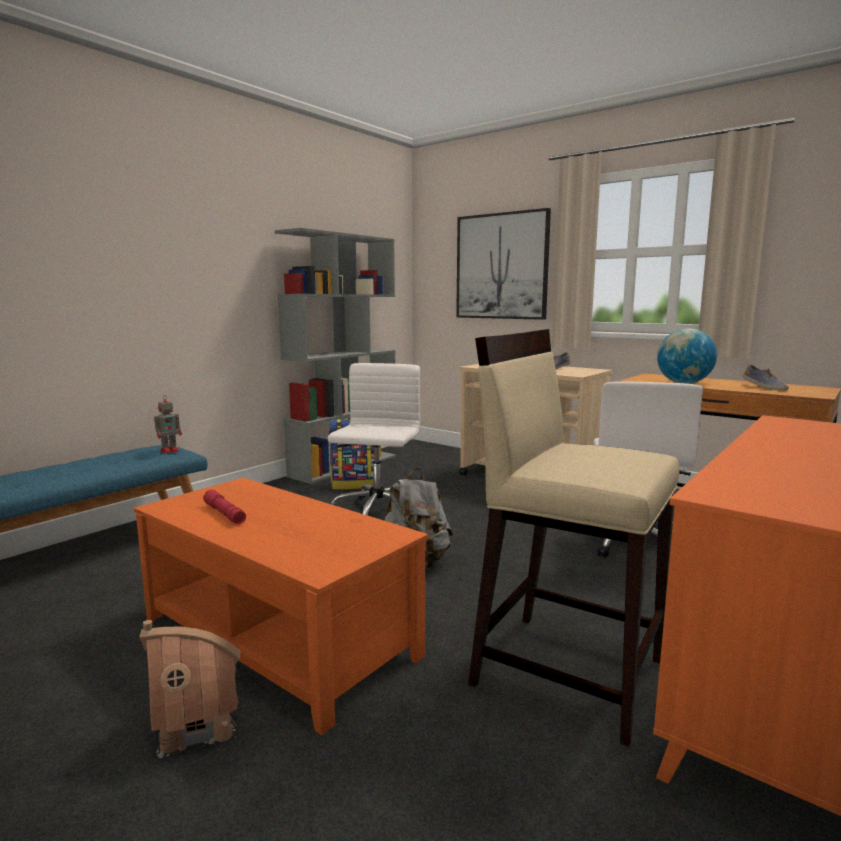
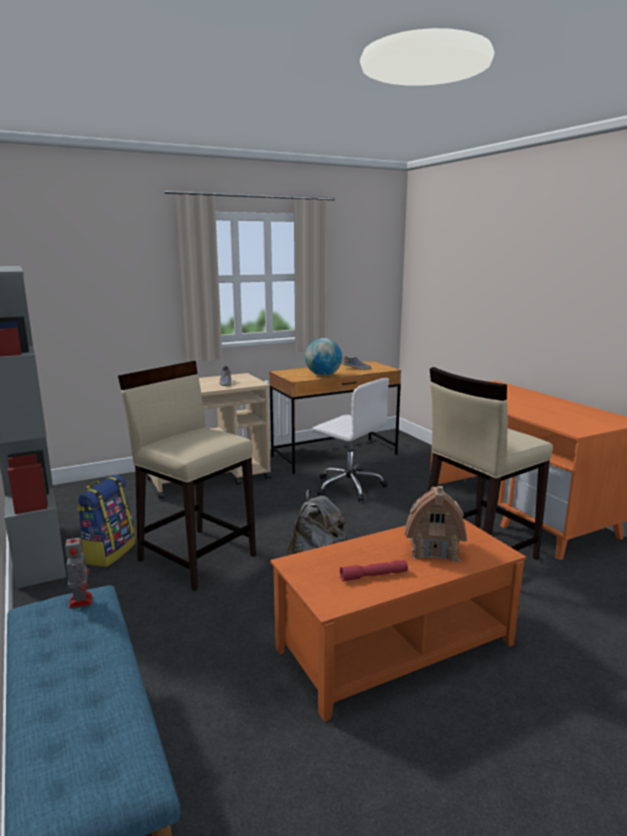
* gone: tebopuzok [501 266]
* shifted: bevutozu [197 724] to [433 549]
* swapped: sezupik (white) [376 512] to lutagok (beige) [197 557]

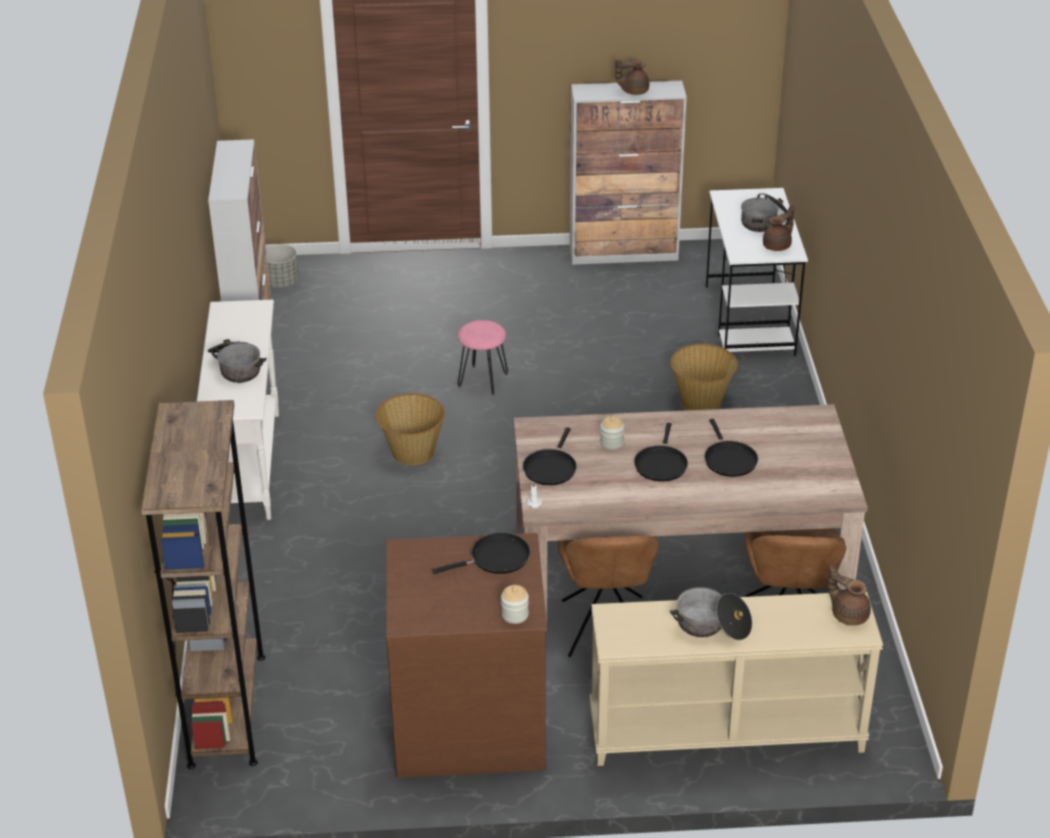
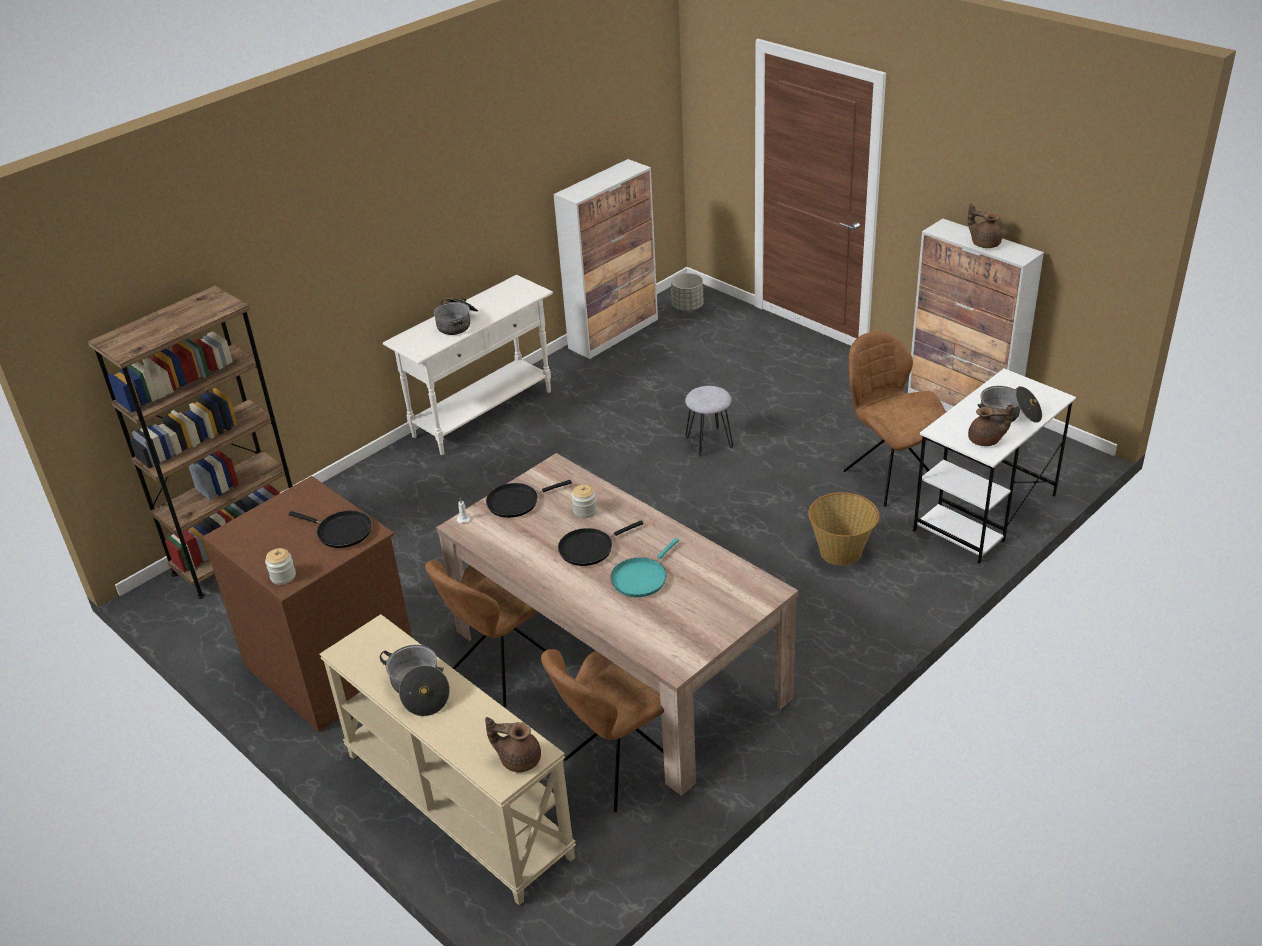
* gone: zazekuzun [412 452]
* new: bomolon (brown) [889 475]
* repainted: lutagok (pink) [483 380] to lutagok (grey) [709 442]
* repainted: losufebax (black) [729 459] to losufebax (turquoise) [641 578]
* rotated: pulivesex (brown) [848 614] = [518 759] 75 degrees counterclockwise

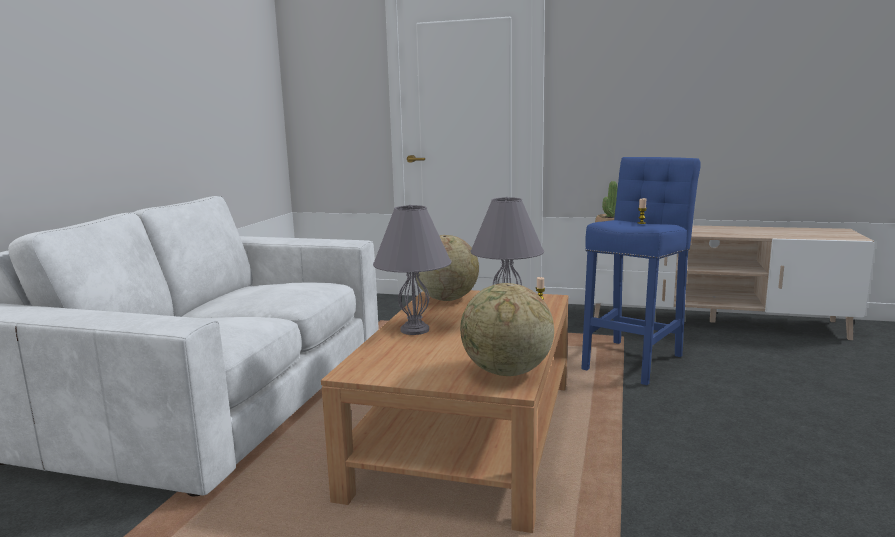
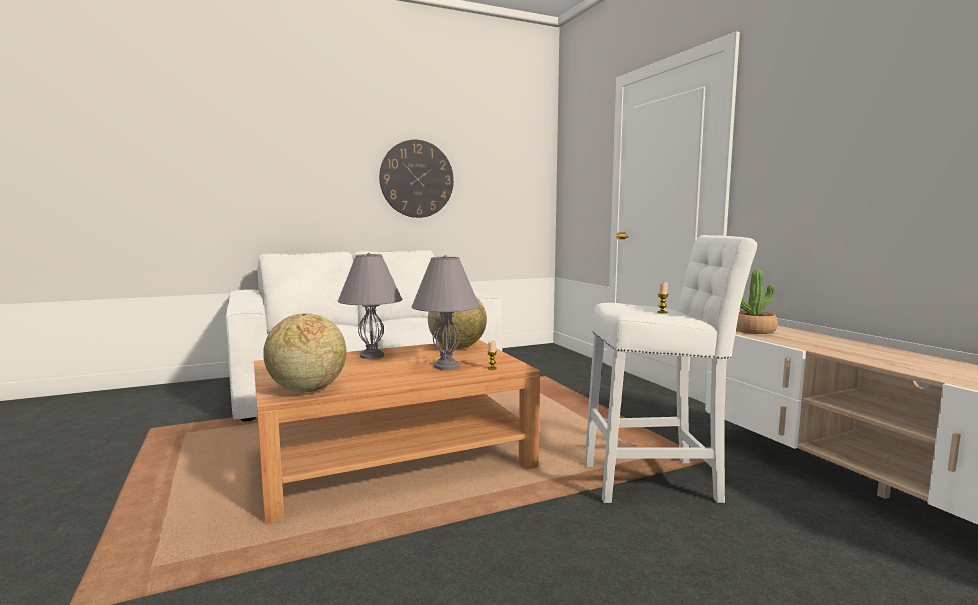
* new: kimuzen [417 179]
* repainted: lutagok (blue) [634 360] to lutagok (white) [657 482]

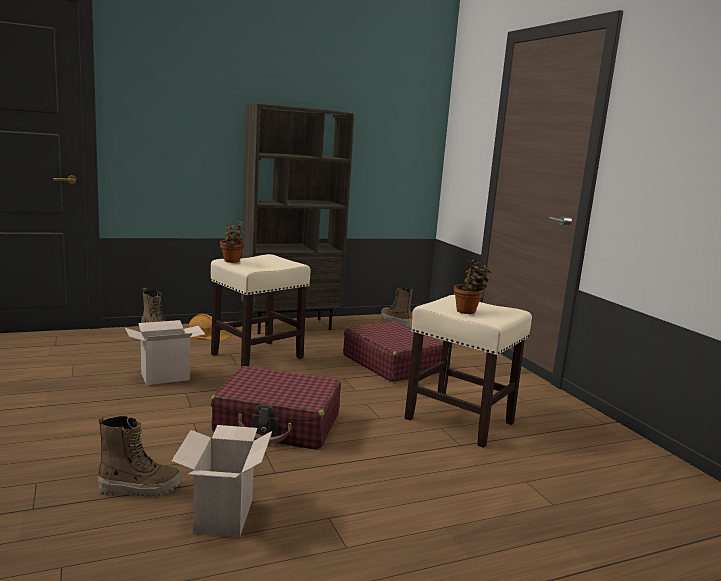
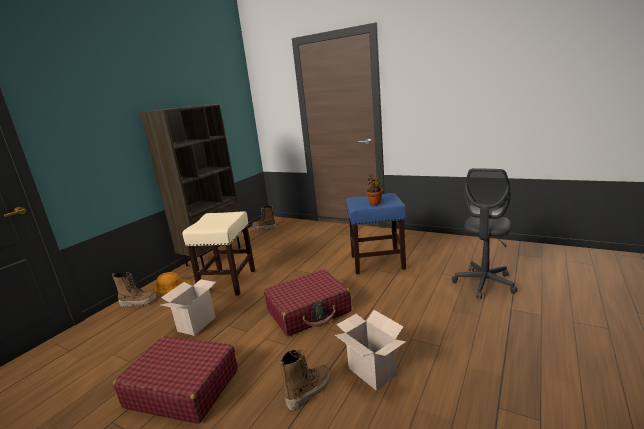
* gone: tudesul [232 261]
* new: sezupik (grey) [484 283]
* shifted: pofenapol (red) [391 363] to [182 388]
* repainted: lutagok (beige) [461 421] to lutagok (blue) [378 262]

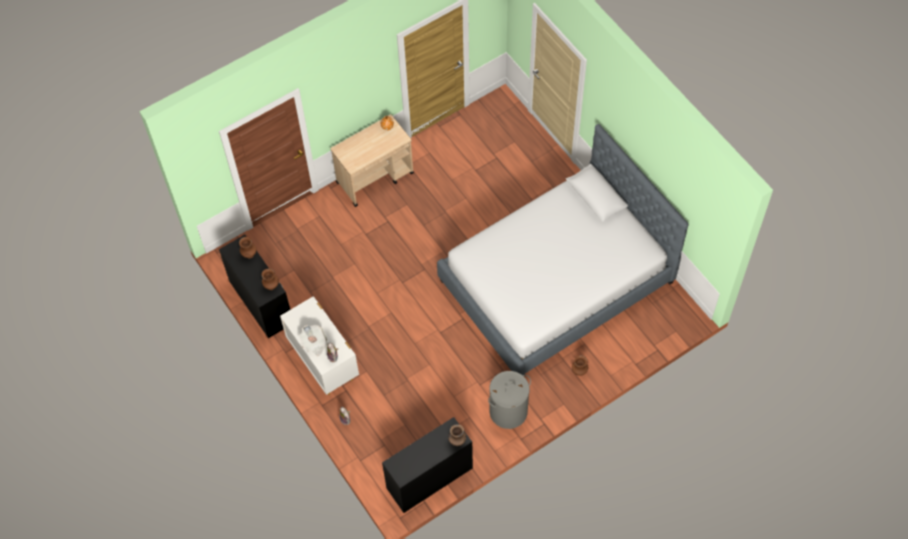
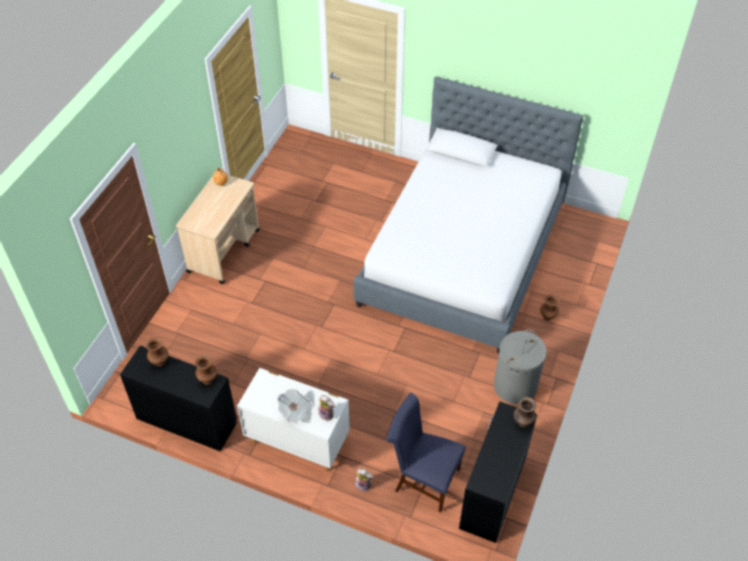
* new: bomolon (blue) [423 479]

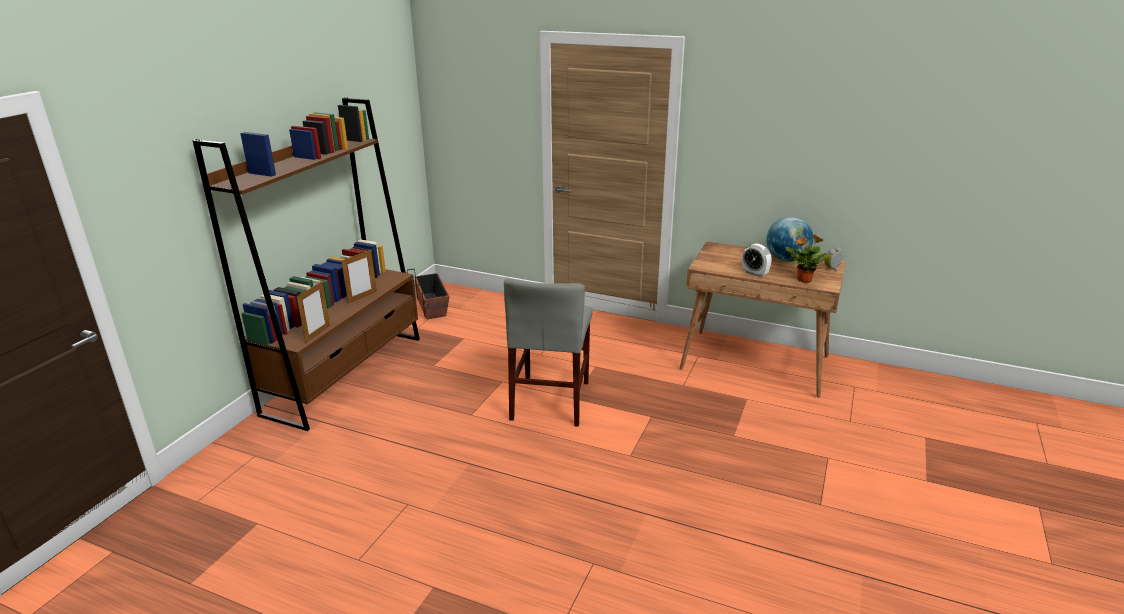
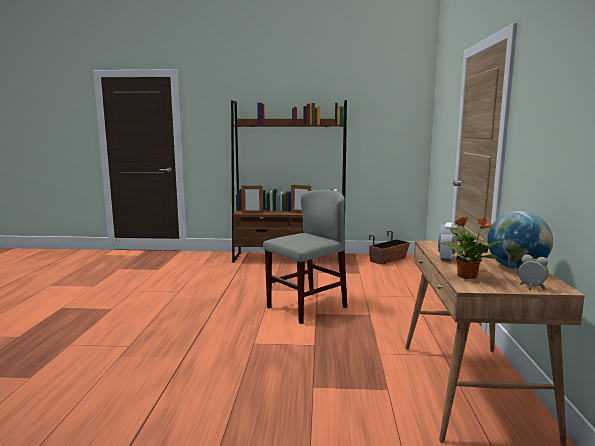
* rotated: bomolon (grey) [550 400] = [306 307] 150 degrees clockwise

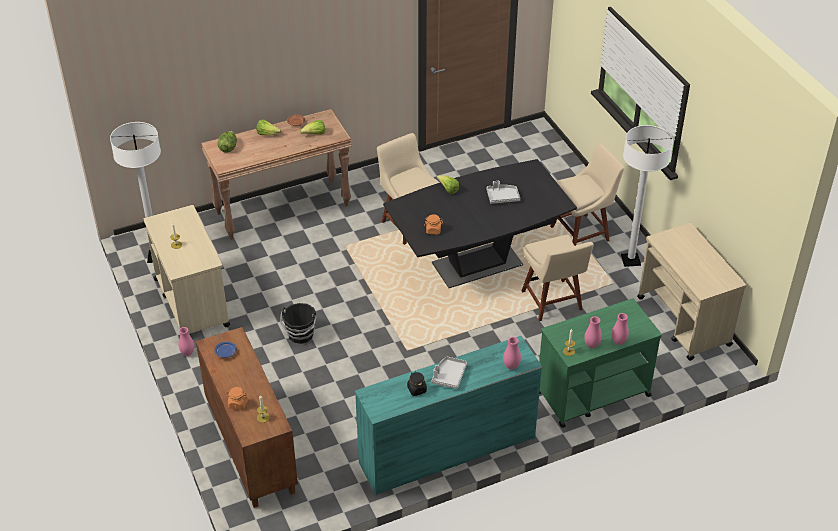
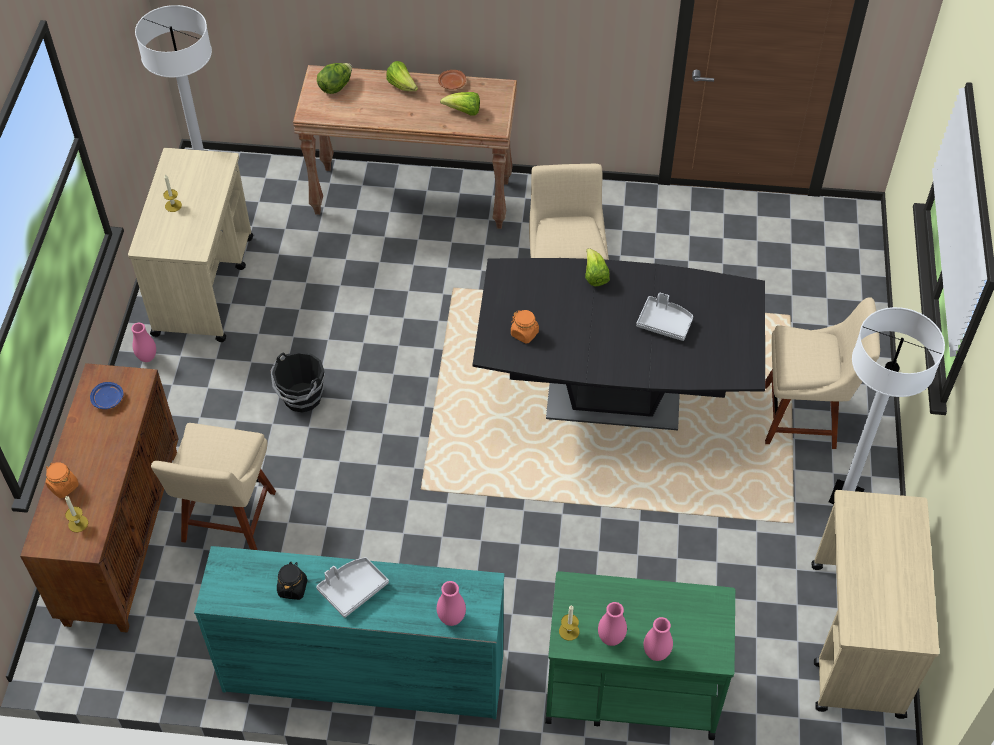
* shifted: bomolon (beige) [553 302] to [227 521]

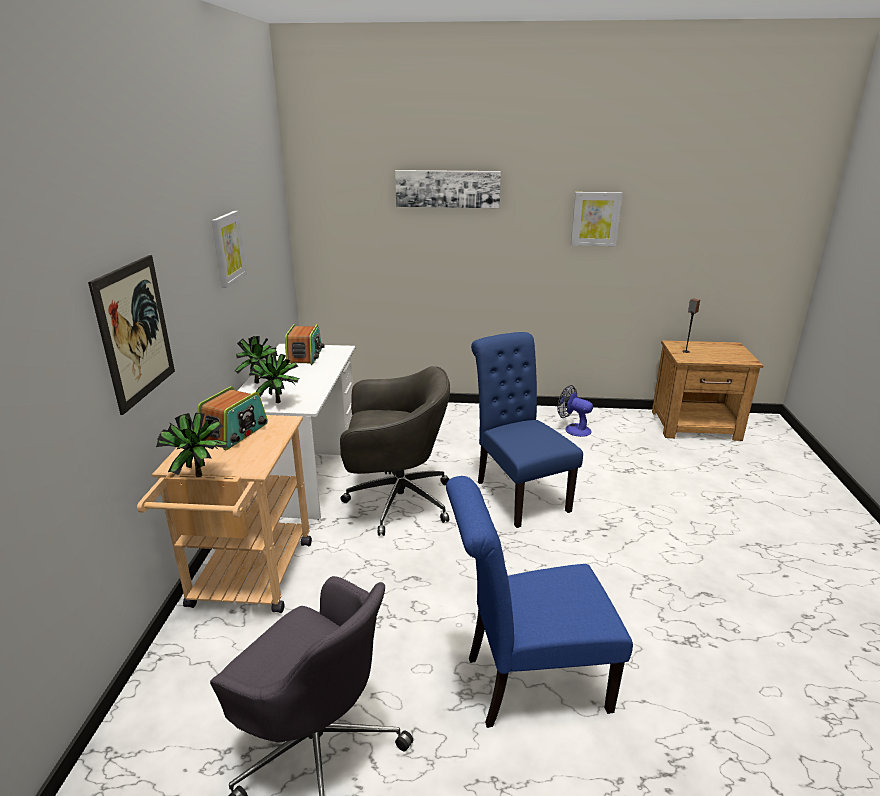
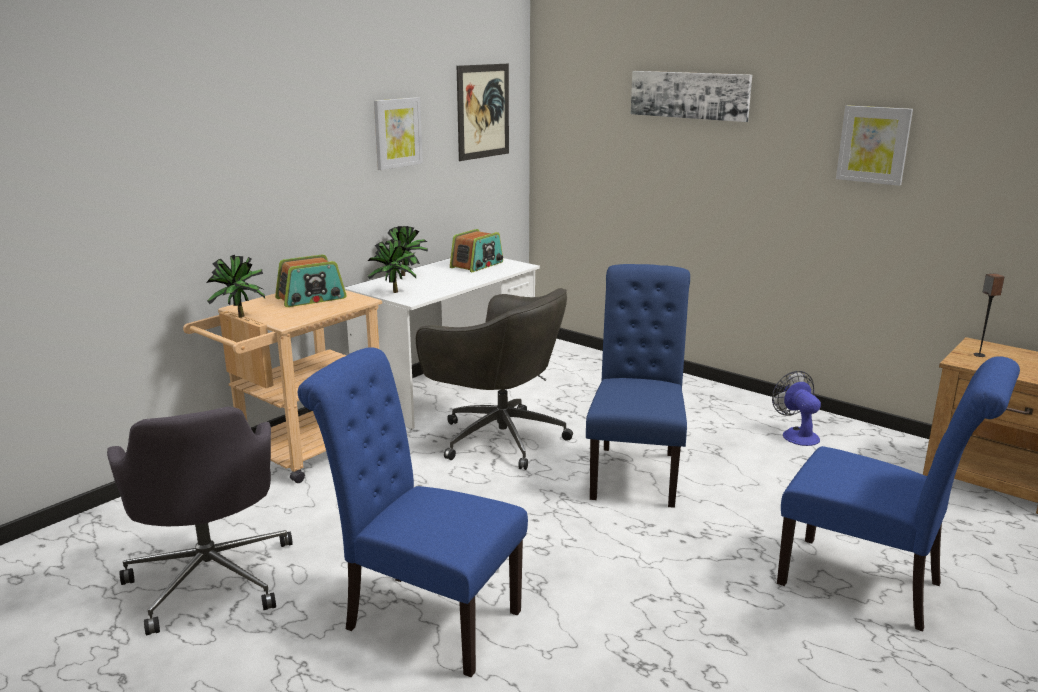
* new: bomolon (blue) [870 586]
* shifted: tebopuzok [135 332] to [483 111]

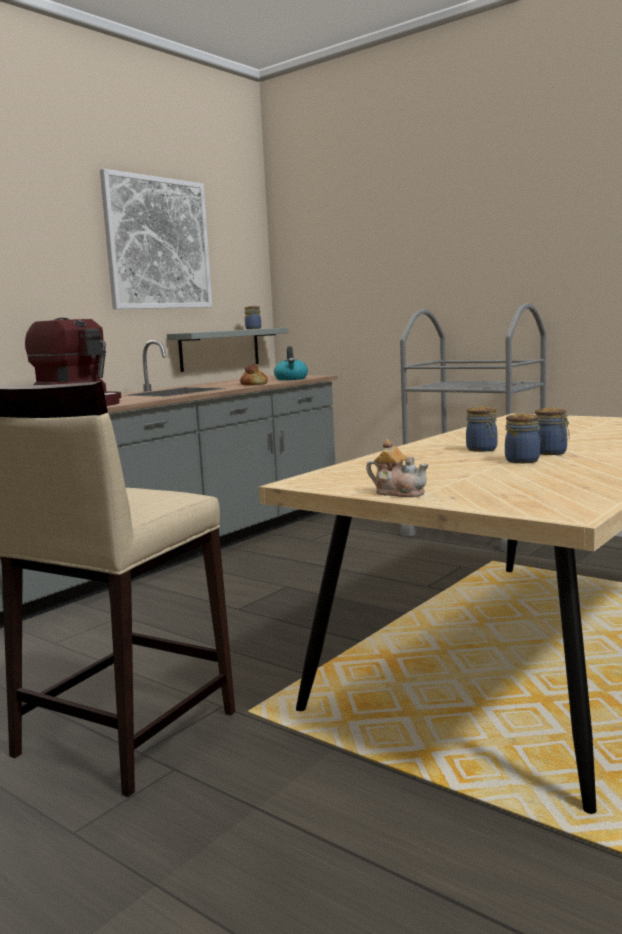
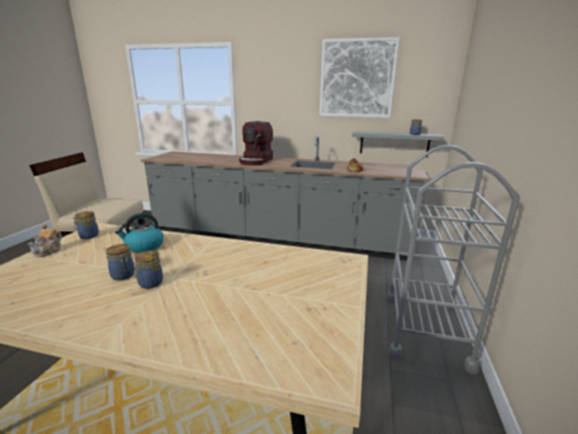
* shifted: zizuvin [291 379] to [144 246]
* shifted: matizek [482 449] to [88 236]

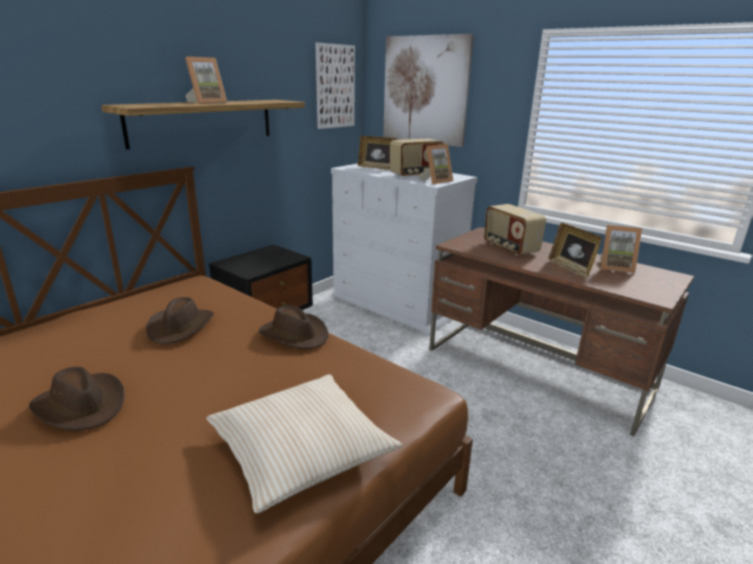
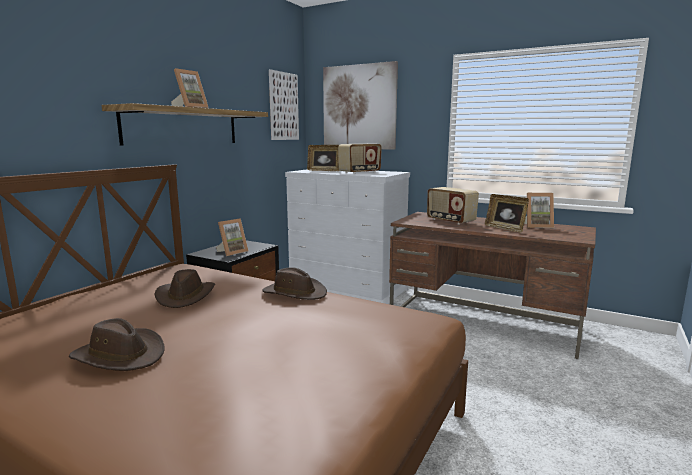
* gone: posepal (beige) [301 449]
* shifted: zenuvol [436 181] to [232 252]

